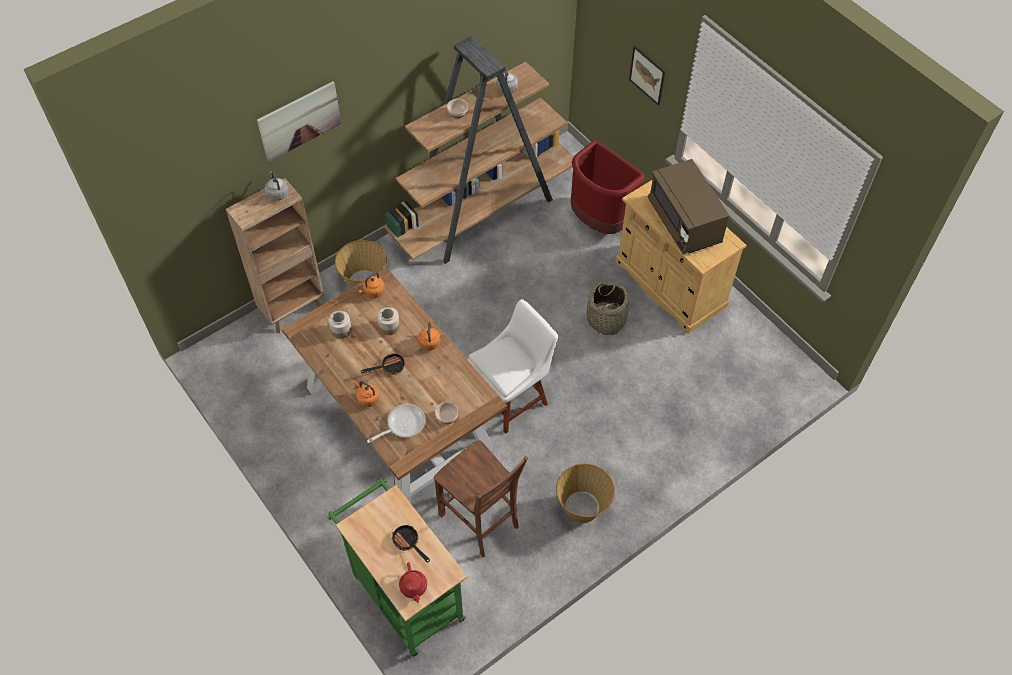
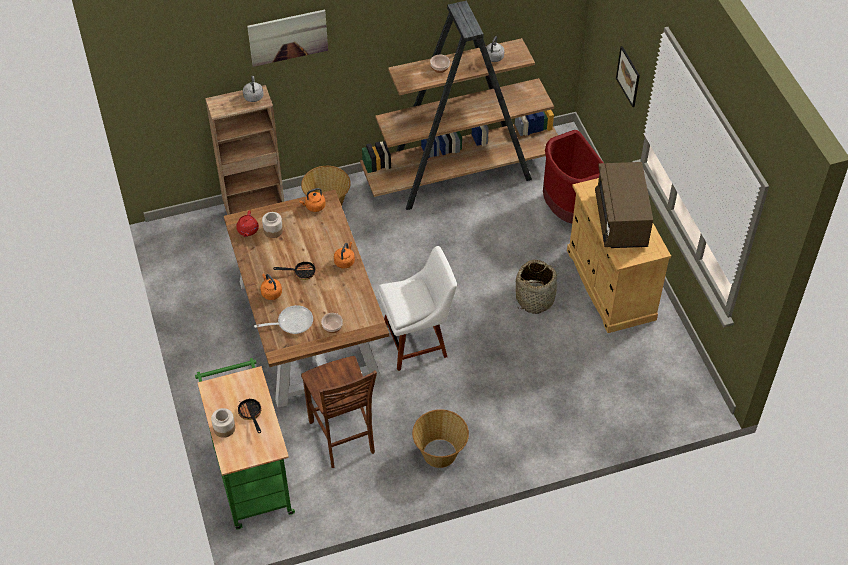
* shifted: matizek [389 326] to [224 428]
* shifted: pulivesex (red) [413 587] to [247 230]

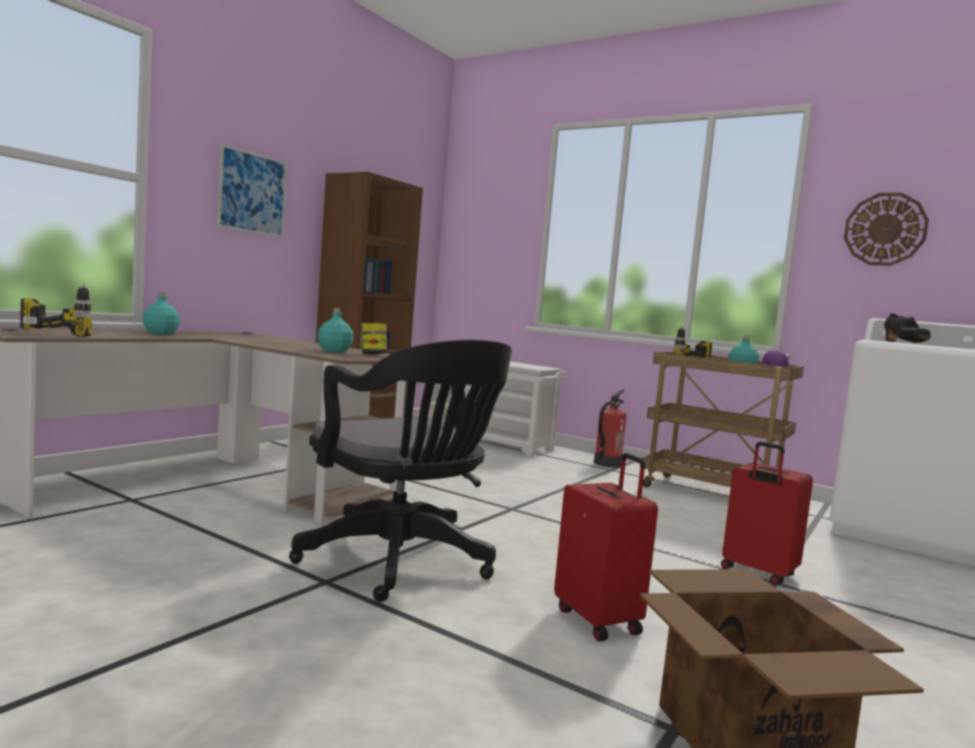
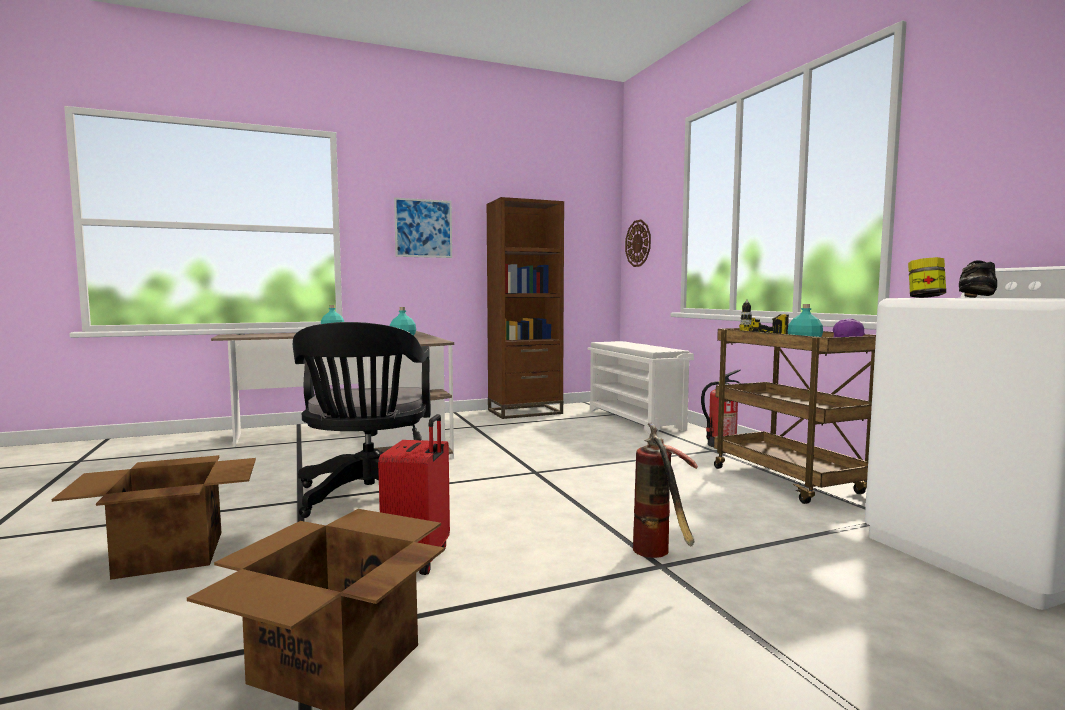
* gone: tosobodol [65 333]
* new: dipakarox [169 554]
* shifted: matizek [373 355] to [925 297]
* shifted: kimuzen [885 229] to [638 243]
* swapped: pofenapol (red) [757 573] to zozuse [661 555]

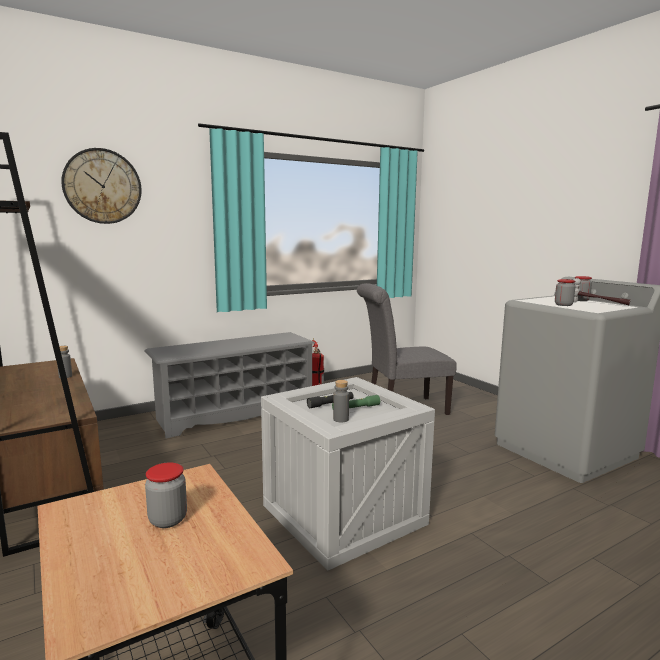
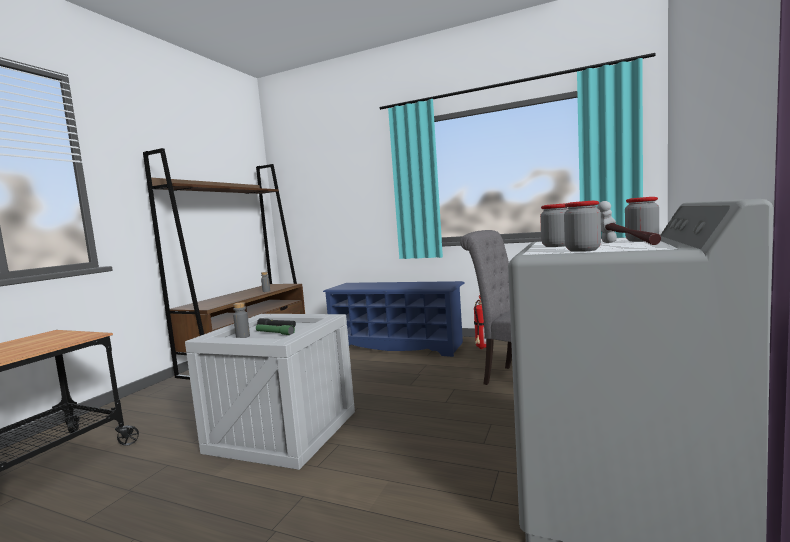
* gone: kimuzen [102 186]
* shifted: matizek [168 520] to [582 250]
* repainted: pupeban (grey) [235 413] to pupeban (blue) [397 346]

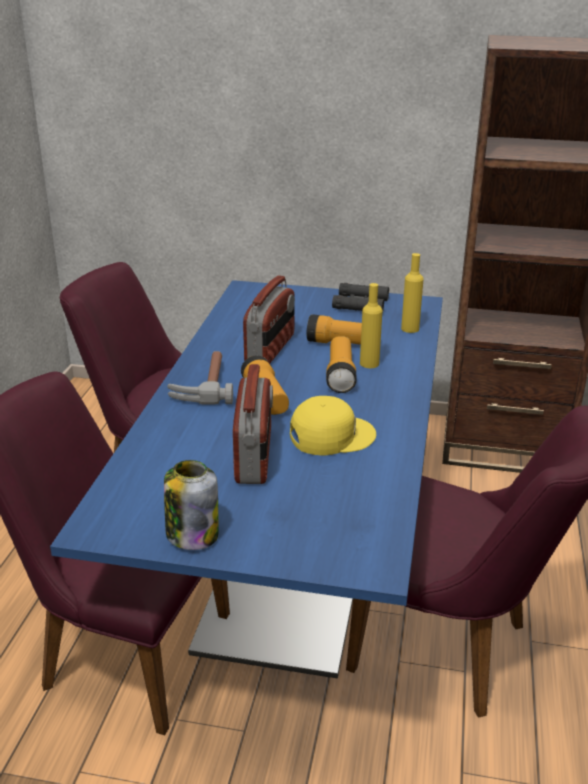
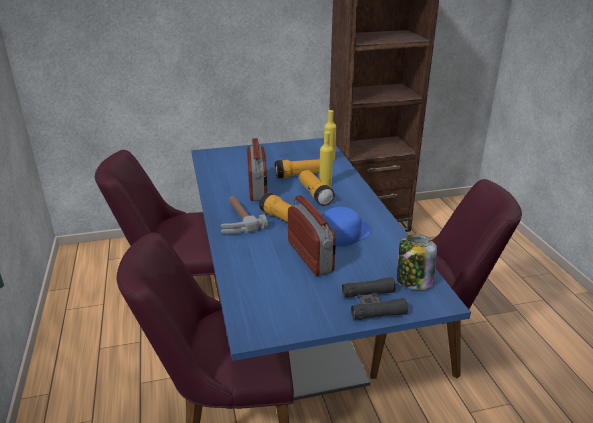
* shifted: matizek [191 534] to [413 281]
* shifted: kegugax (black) [360 304] to [373 304]
* repainted: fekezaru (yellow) [331 435] to fekezaru (blue) [343 231]

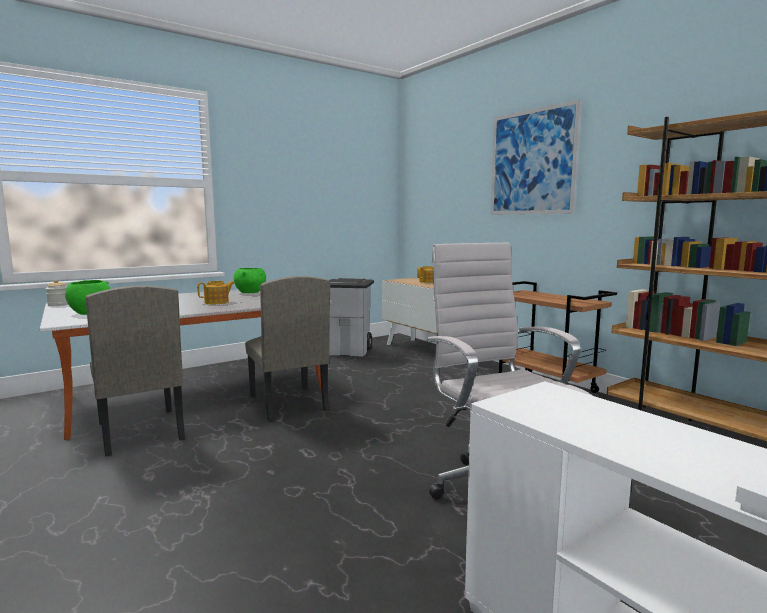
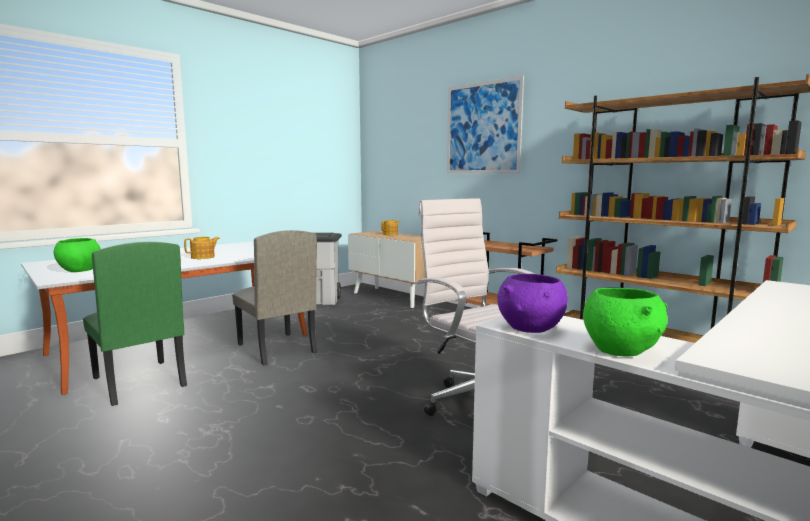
* gone: matizek [58 305]
* new: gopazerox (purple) [531 329]
* shifted: gopazerox (green) [251 292] to [621 351]
* repainted: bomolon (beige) [140 431] to bomolon (green) [138 382]

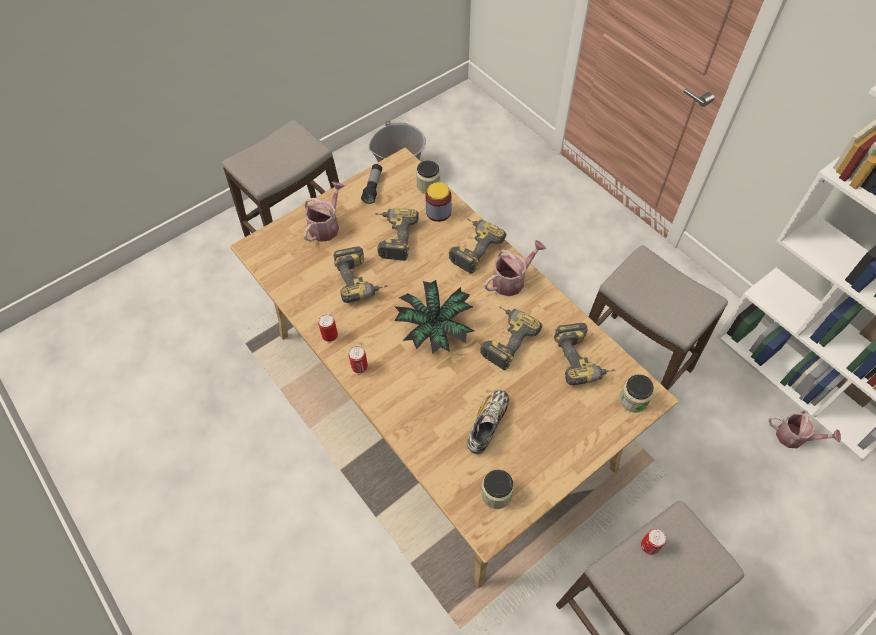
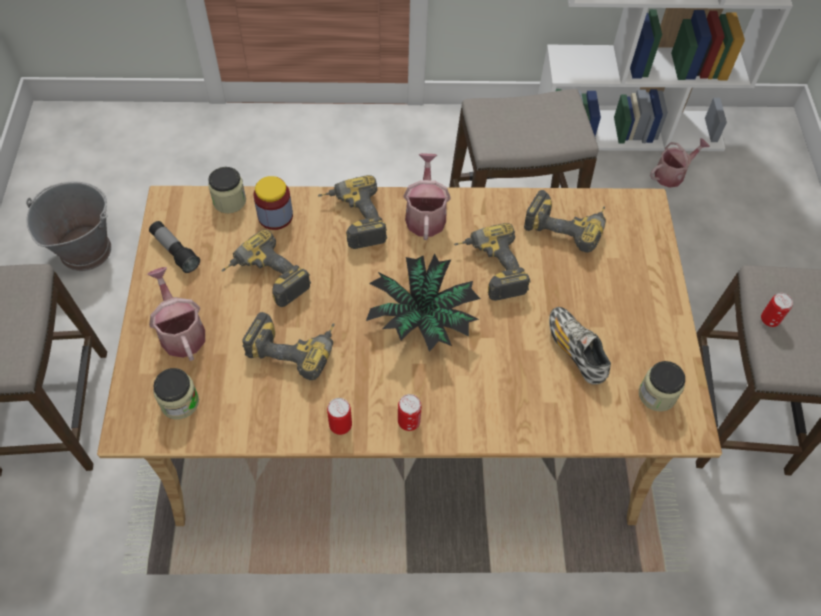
* shifted: matizek [633 400] to [180 402]

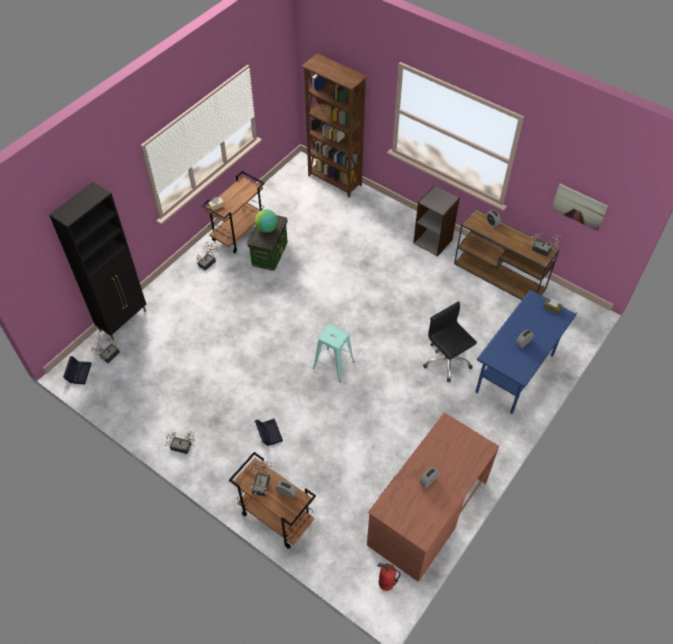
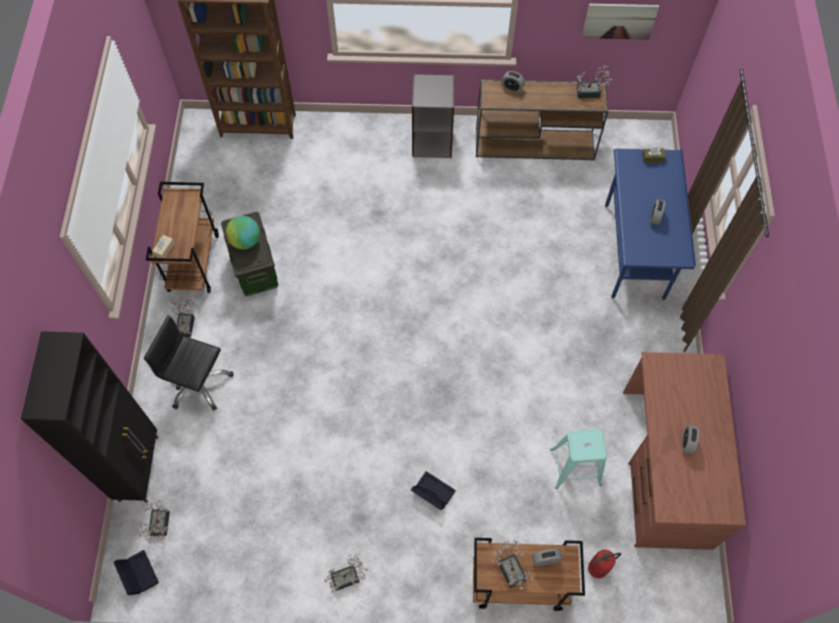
* shifted: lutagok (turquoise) [333 364] to [575 467]
* shifted: zozuse [386 583] to [597 569]
* shifted: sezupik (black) [446 361] to [198 383]

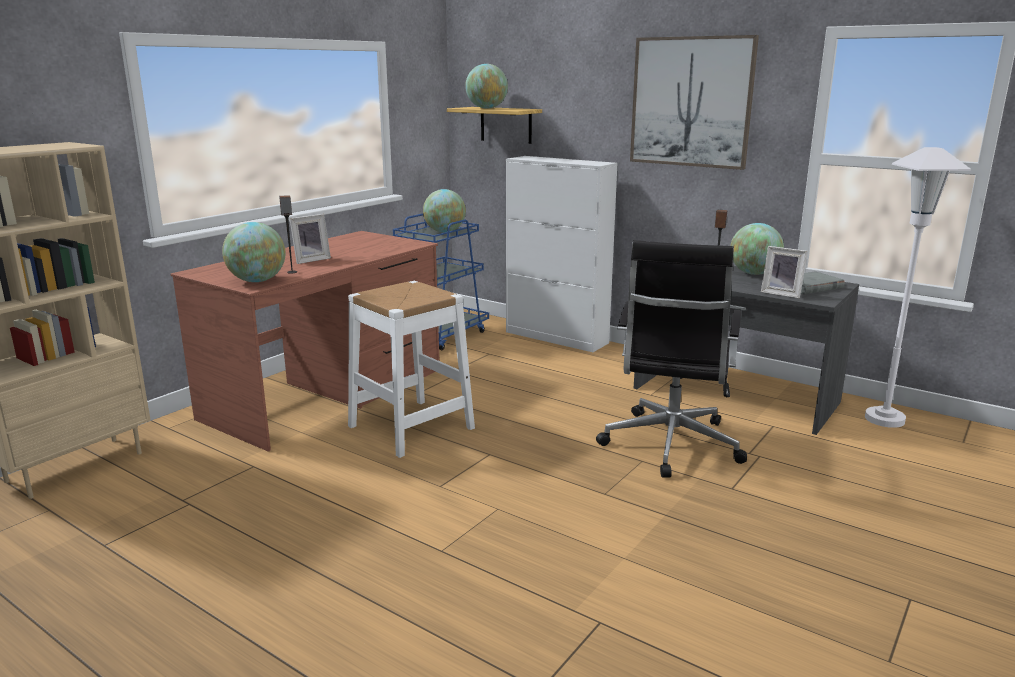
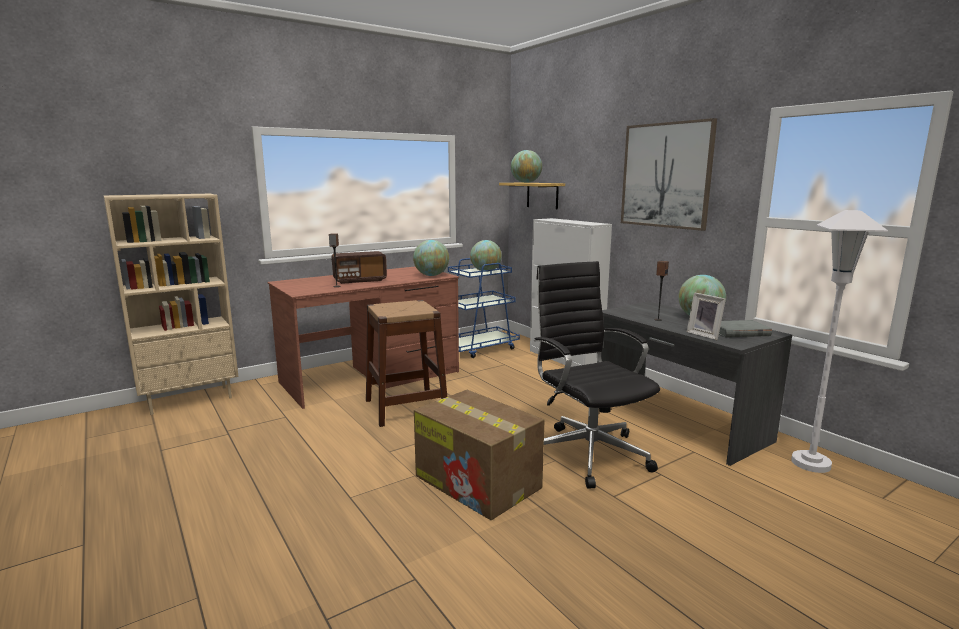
* new: dipakarox [479 482]
* shifted: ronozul [257 281] to [431 275]
* swapped: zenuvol [310 260] to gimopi [360 280]
* repainted: lutagok (white) [411 427] to lutagok (brown) [406 407]
* rotated: sezupik (black) [670 446] = [588 452] 120 degrees clockwise

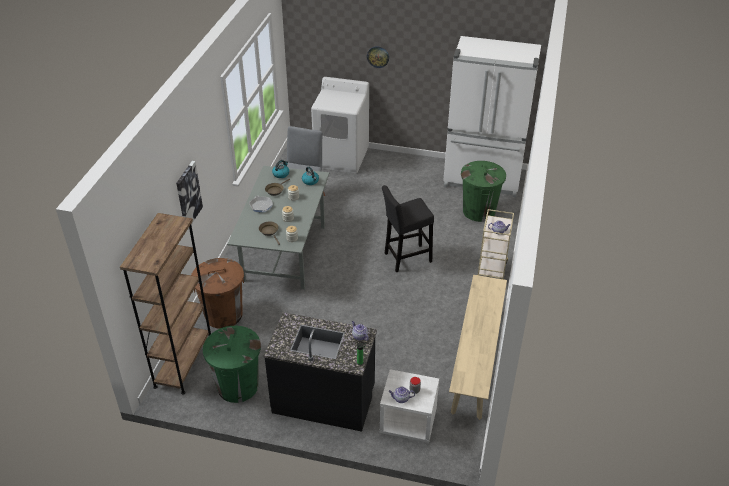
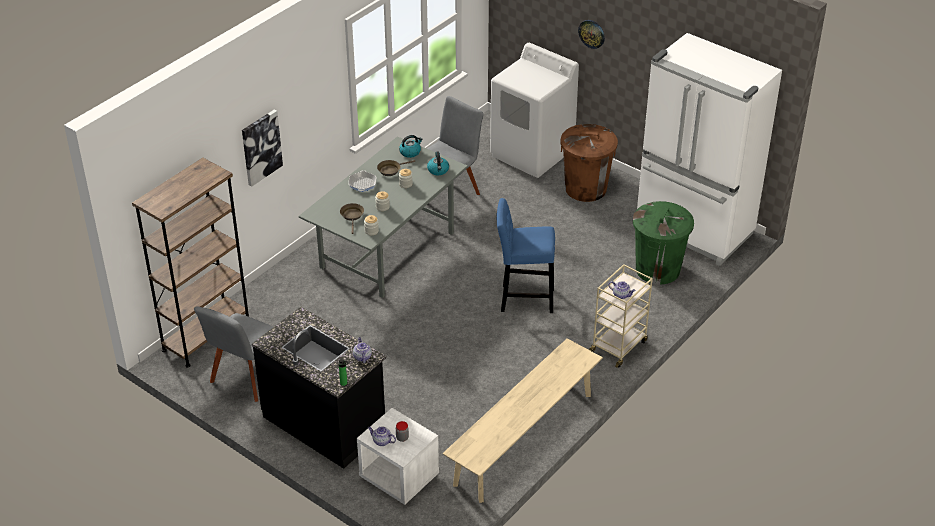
* shifted: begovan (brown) [223 315] to [586 189]
* swapped: begovan (green) [237 386] to bomolon (grey) [245 378]
* repainted: lutagok (black) [405 258] to lutagok (blue) [523 299]

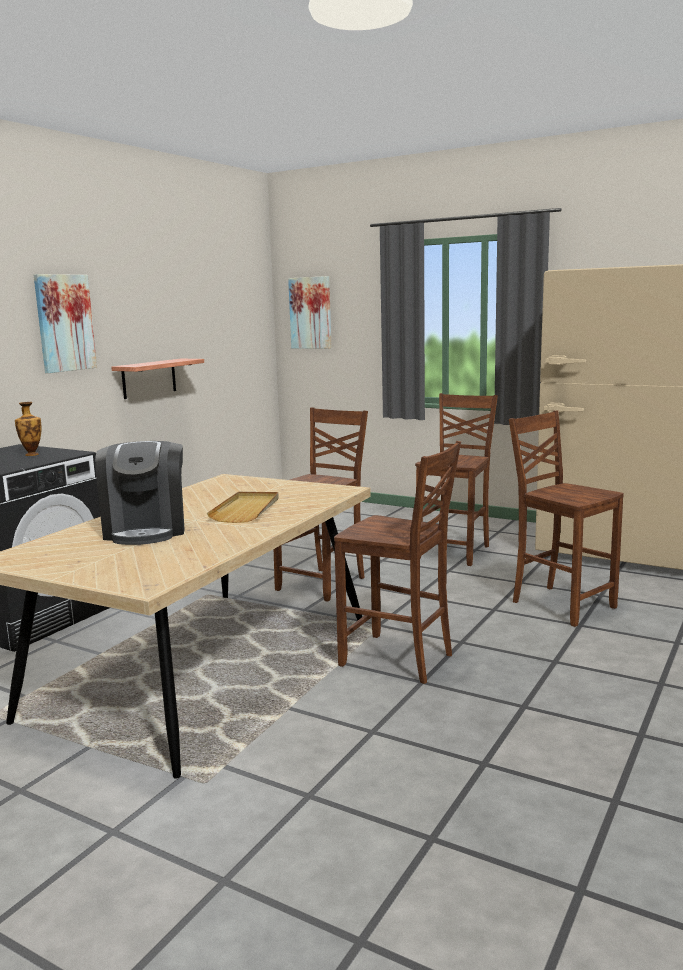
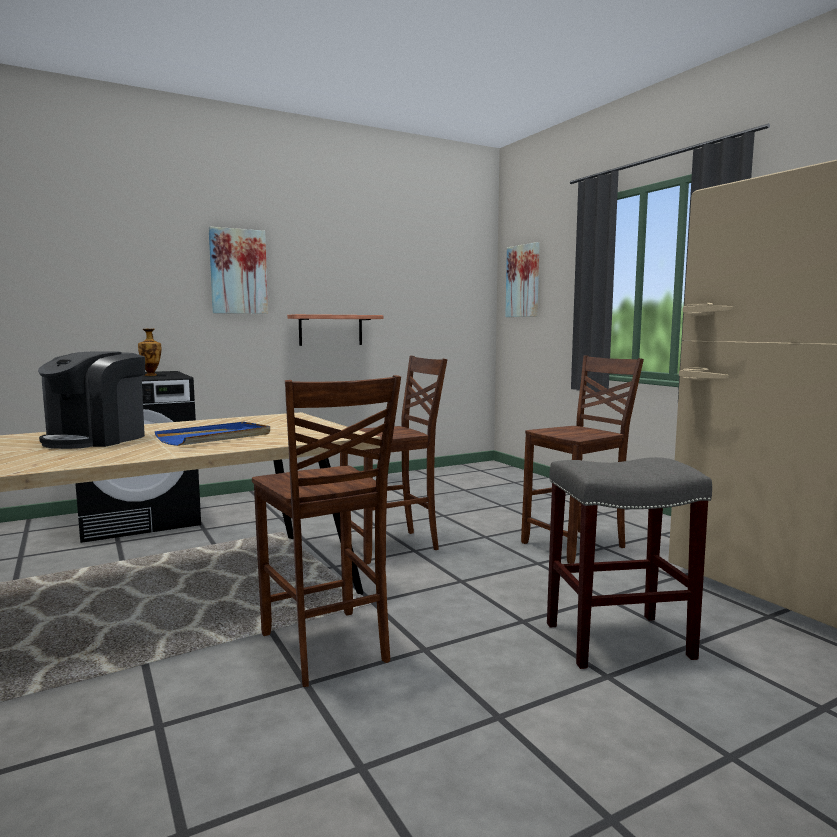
* swapped: bomolon (brown) [561 604] to lutagok (grey) [619 640]
* repainted: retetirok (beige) [246 510] to retetirok (blue) [216 437]

